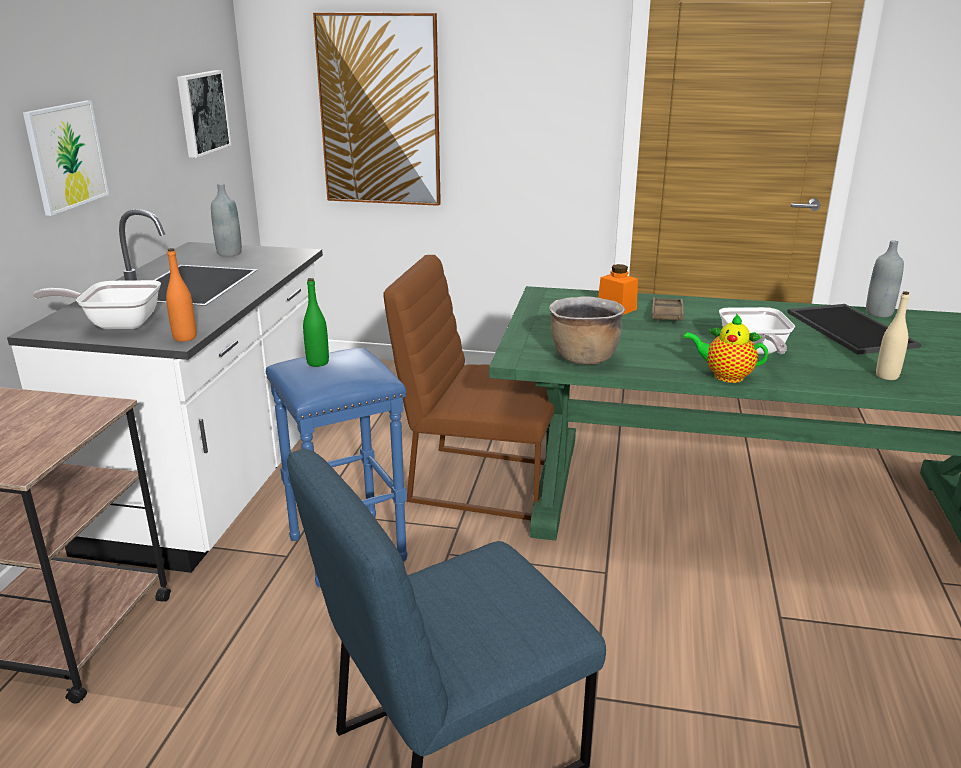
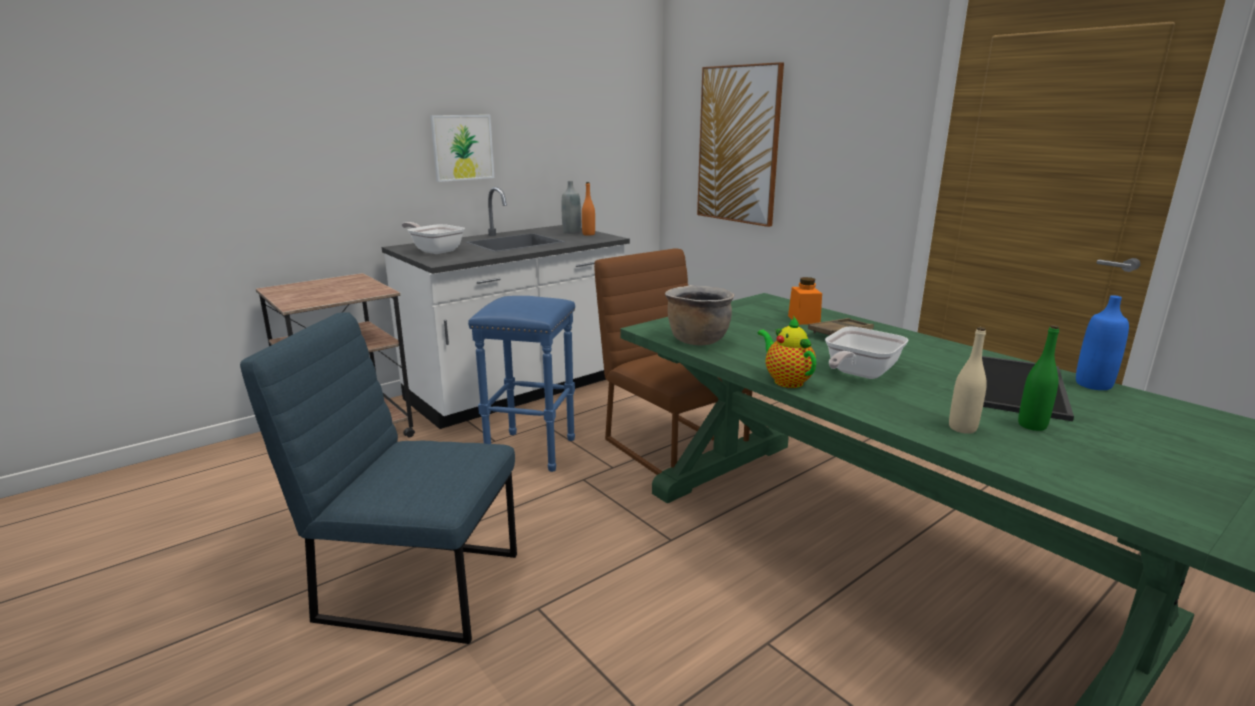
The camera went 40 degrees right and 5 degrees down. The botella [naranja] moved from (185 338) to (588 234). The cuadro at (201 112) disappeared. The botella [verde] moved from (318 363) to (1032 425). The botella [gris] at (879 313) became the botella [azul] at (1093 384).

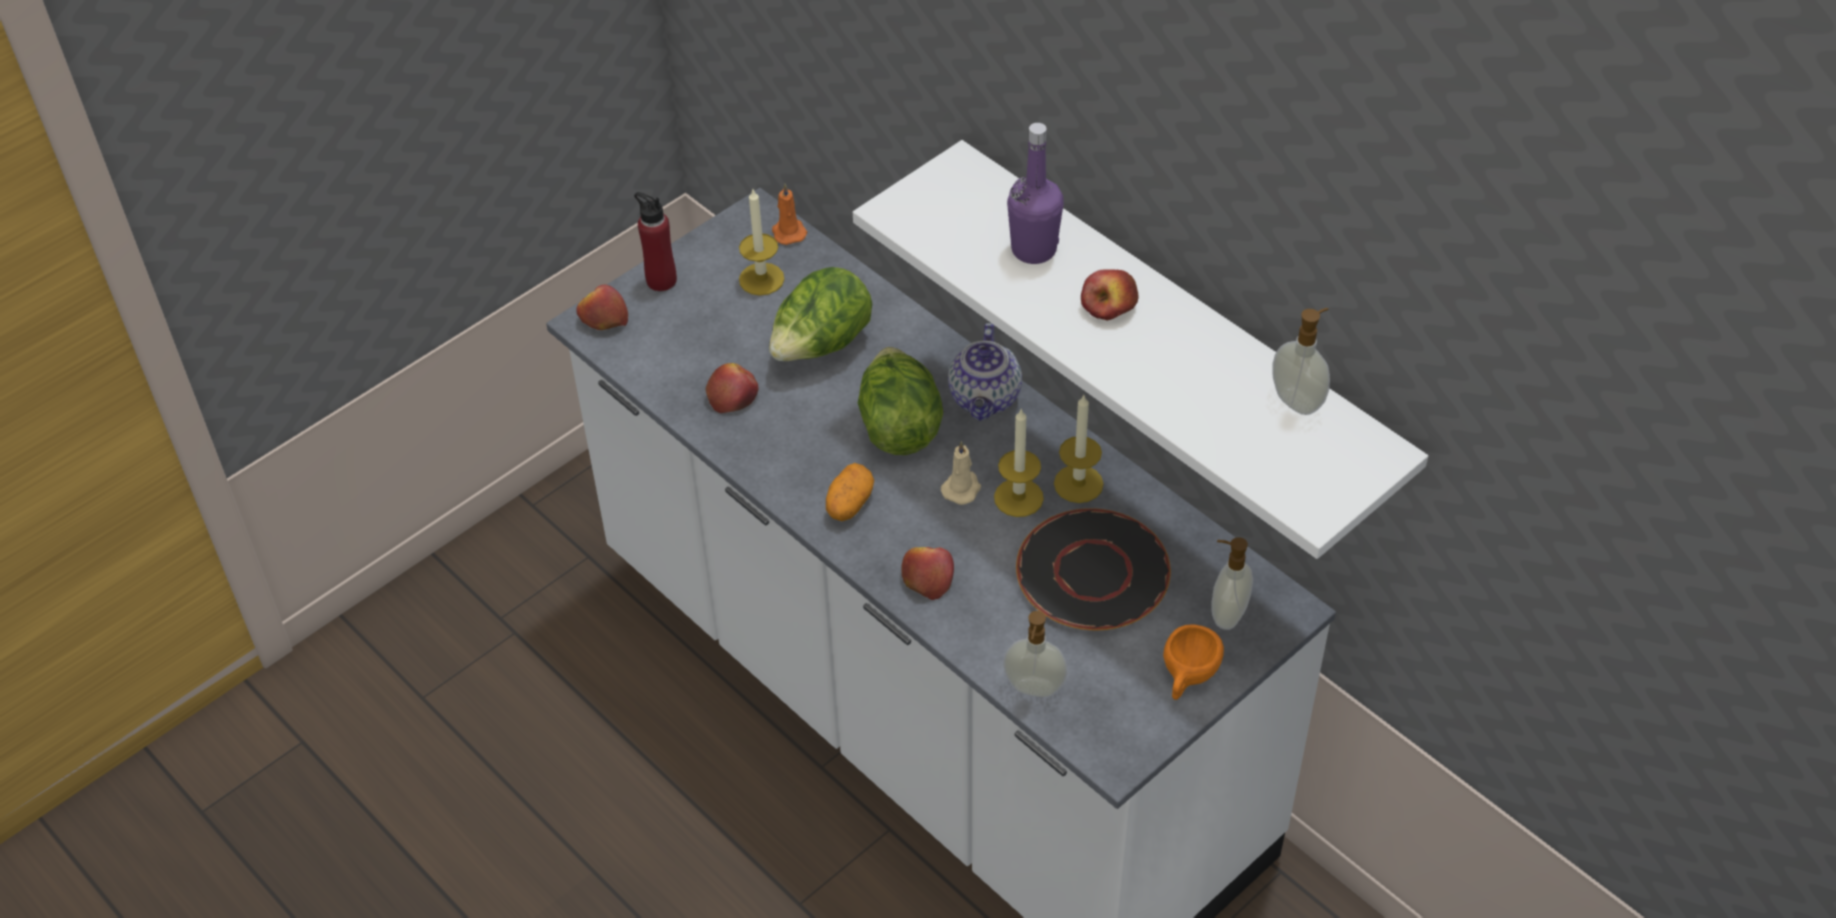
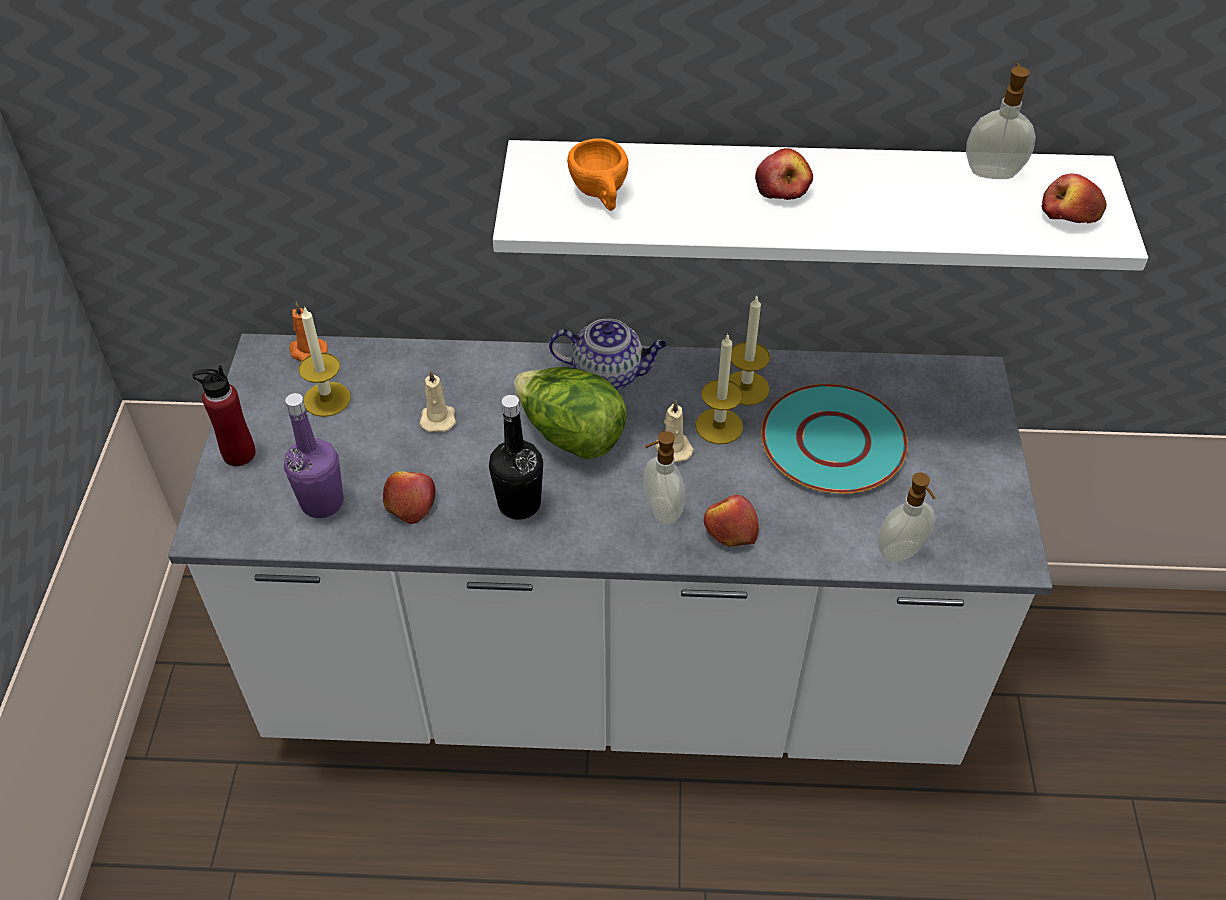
The camera went 45 degrees left and 0 degrees up. The manzana moved from (603 318) to (1069 215). The lechuga at (821 346) was replaced by the vela [beis] at (438 417). The patata at (849 503) disappeared. The tetera at (985 399) turned 45 degrees counterclockwise. The botella [morado] moved from (1033 249) to (322 502). The plato [negro] at (1093 572) became the plato [turquesa] at (833 440). The taza [naranja] moved from (1187 677) to (601 195). The dispensador de jabón moved from (1227 614) to (661 511). The botella [negro] at (519 504) appeared.

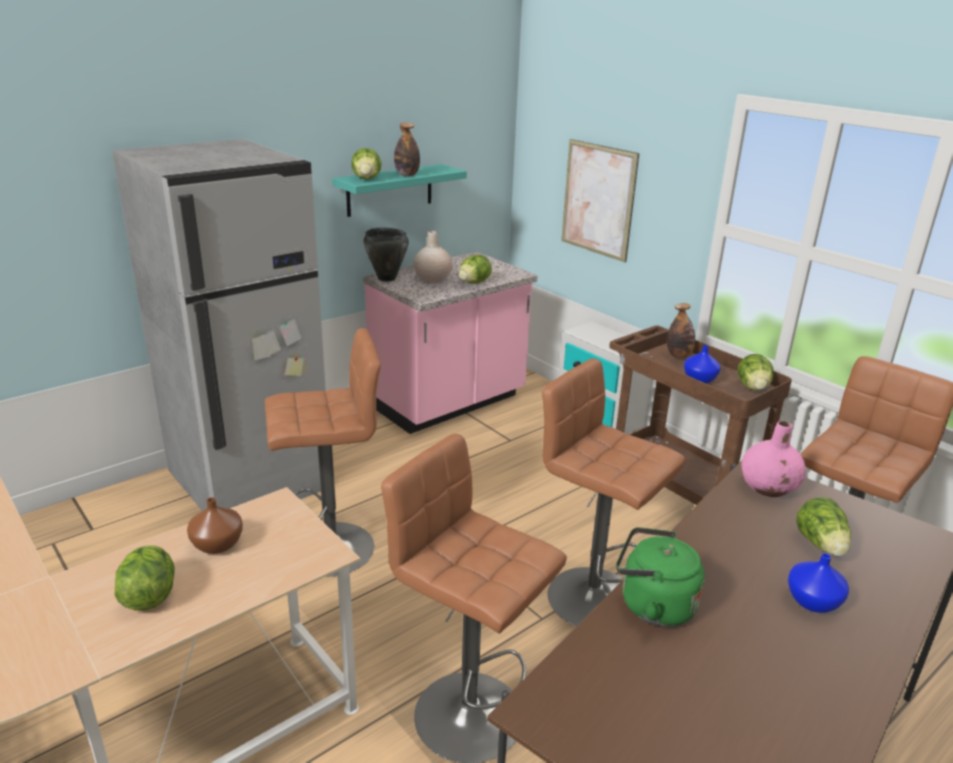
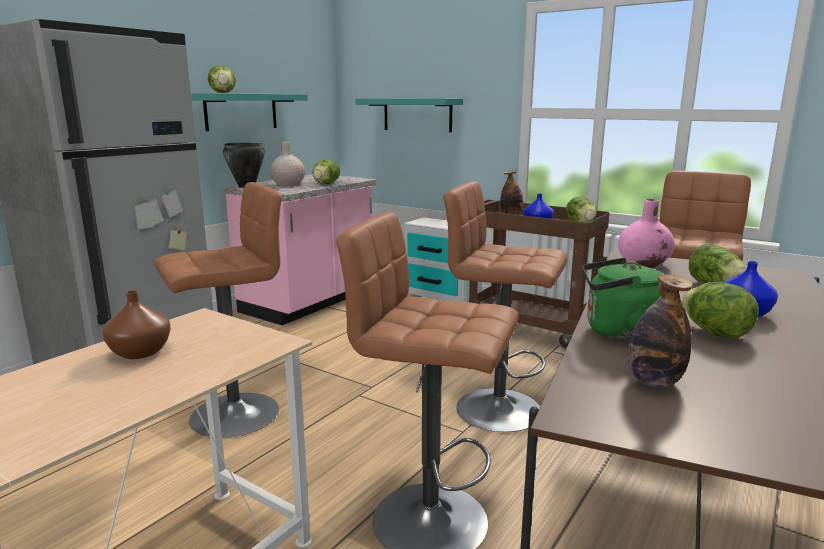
The camera went 15 degrees left and 10 degrees down. The lechuga moved from (149 596) to (715 333). The botella moved from (407 175) to (654 382). The cuadro at (598 200) was replaced by the estante [turquesa] at (417 115).

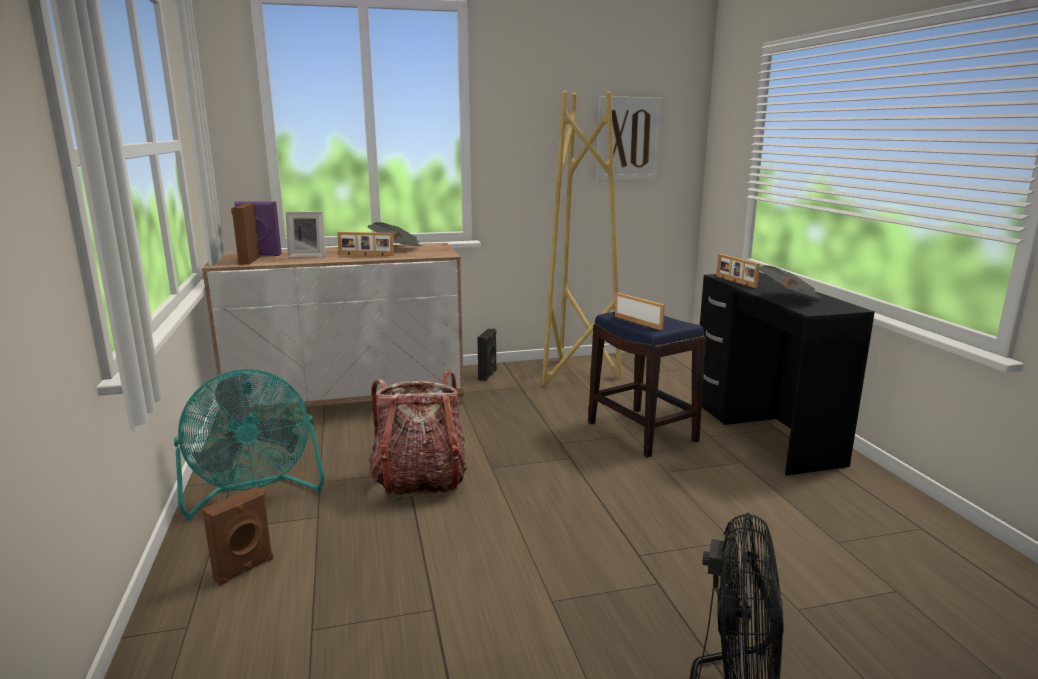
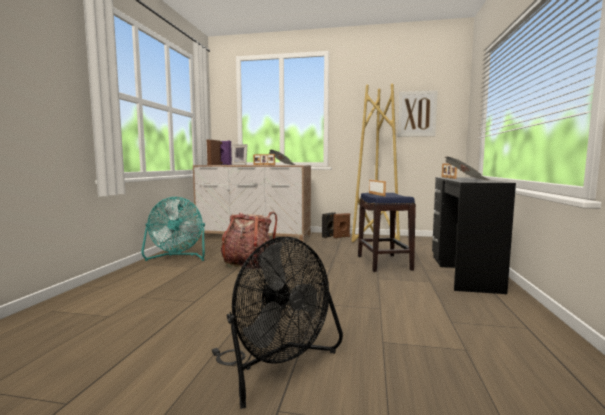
The camera went 25 degrees right and 10 degrees down. The altavoz [marrón] moved from (245 570) to (341 237).

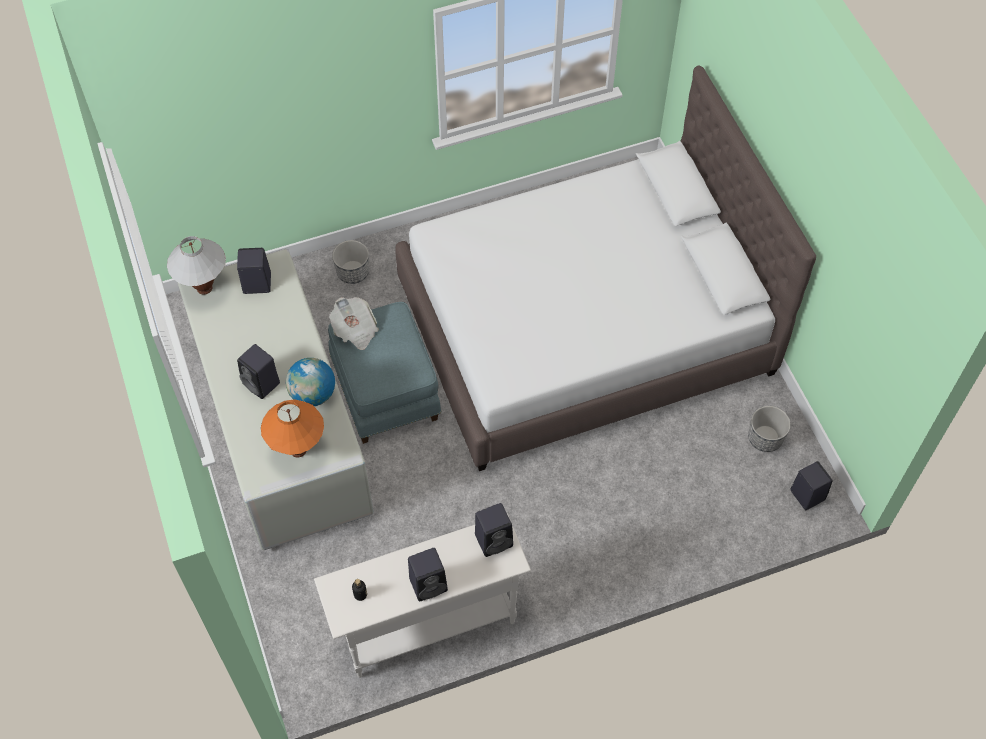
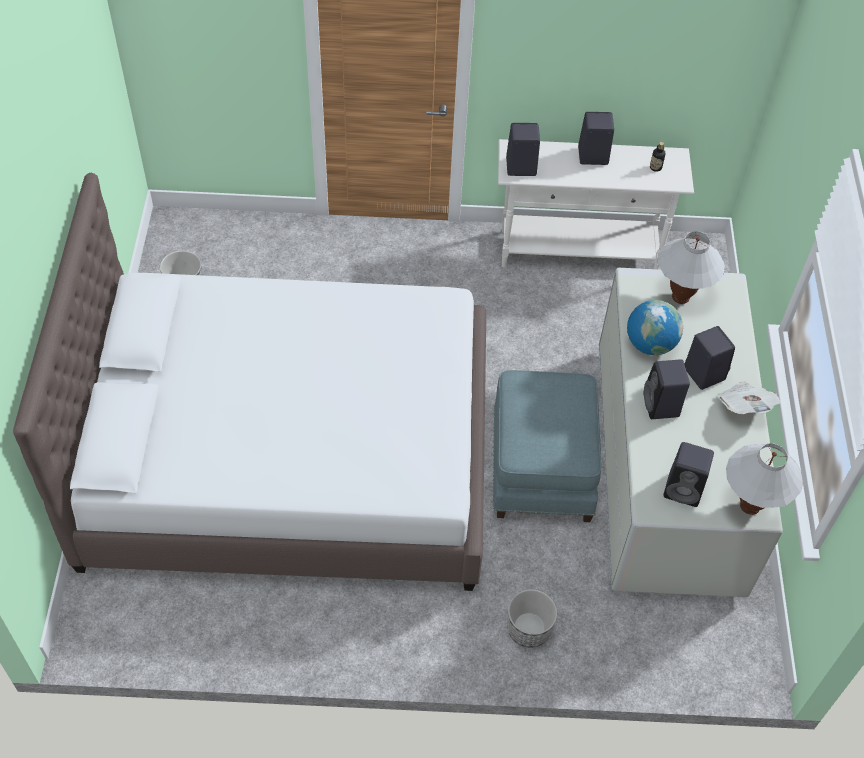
The camera went 160 degrees left and 5 degrees down. The lámpara de mesa [naranja] at (298 450) became the lámpara de mesa [blanco] at (680 298). The periódico moved from (355 330) to (744 407). The altavoz [negro] moved from (806 494) to (661 406).

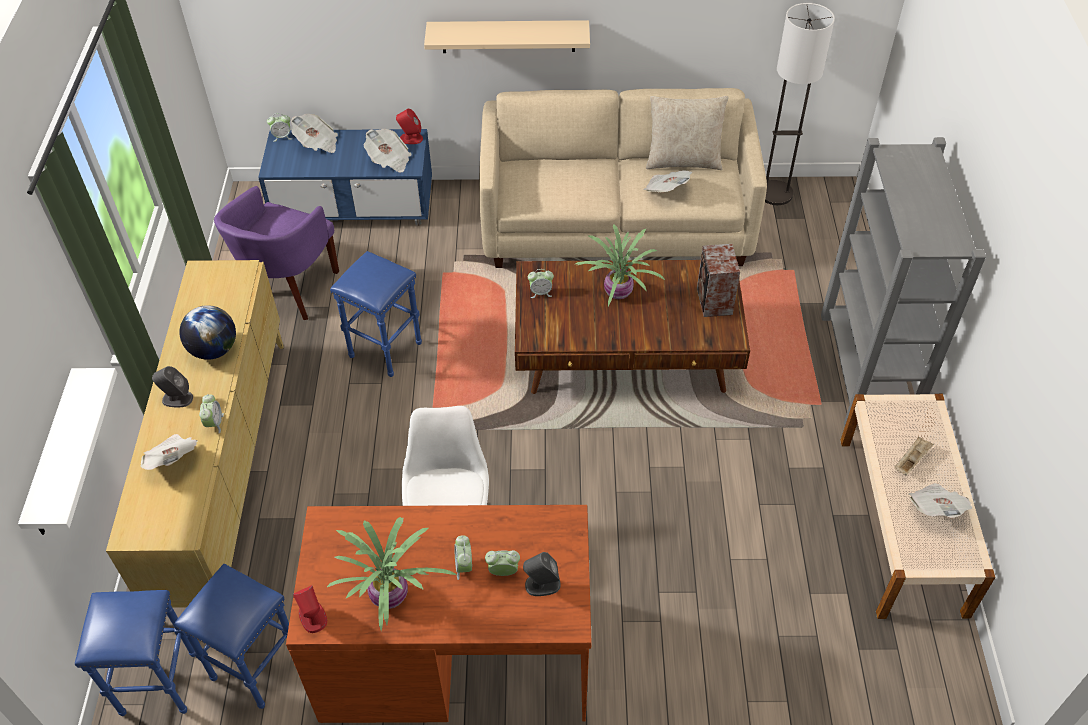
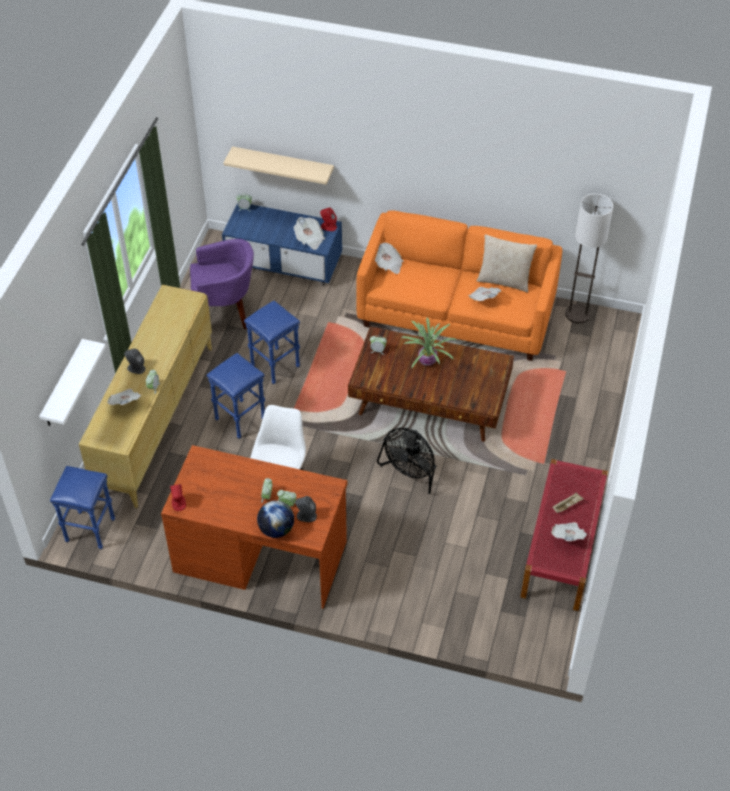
The camera went 15 degrees right and 0 degrees up. The taburete [azul] moved from (256 665) to (240 417). The globo terráqueo moved from (214 350) to (276 529). The sillón [morado] at (288 288) turned 135 degrees counterclockwise. The periódico moved from (317 143) to (388 264). The planta en maceta at (391 597) disappeared. The estante [beis] moved from (508 36) to (283 164). The sofá [beis] at (616 225) became the sofá [naranja] at (456 313). The altavoz at (714 302) disappeared. The estantería [gris] at (866 370) disappeared. The banco [beis] at (902 524) became the banco [rojo] at (562 548). The ventilador [negro] at (410 470) appeared.

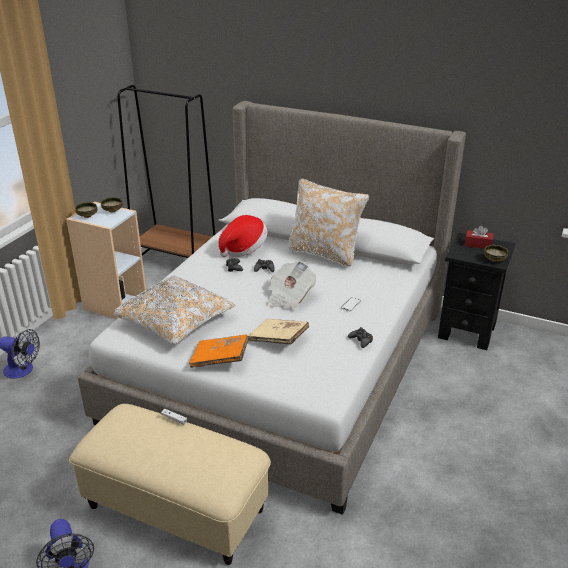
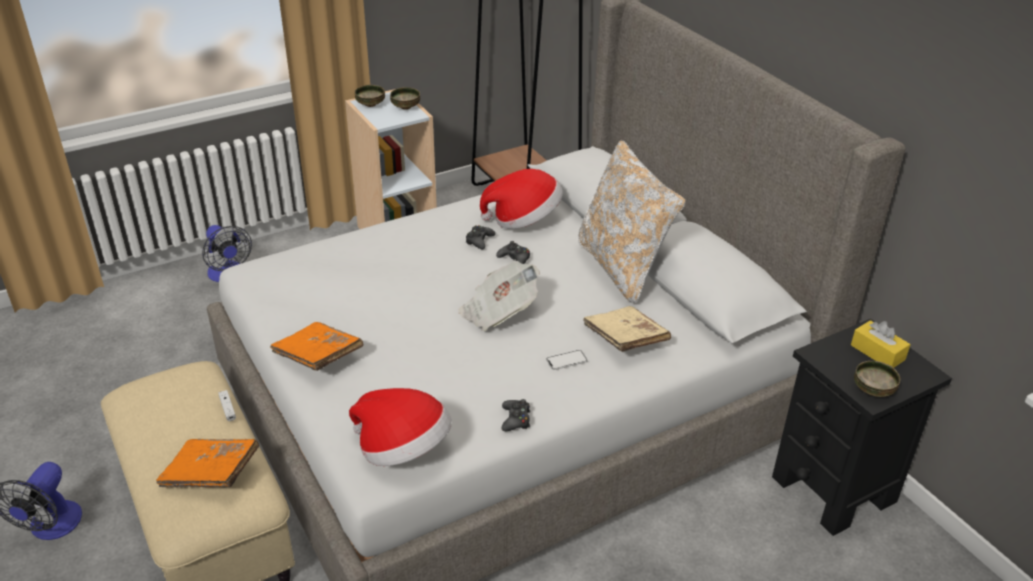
The camera went 35 degrees right and 5 degrees up. The cojín [blanco] at (175 320) disappeared. The libro [beis] moved from (278 339) to (625 339). The caja de pañuelos [rojo] at (478 244) became the caja de pañuelos [amarillo] at (877 352). The libro [naranja] at (211 474) appeared. The sombrero at (403 450) appeared.

